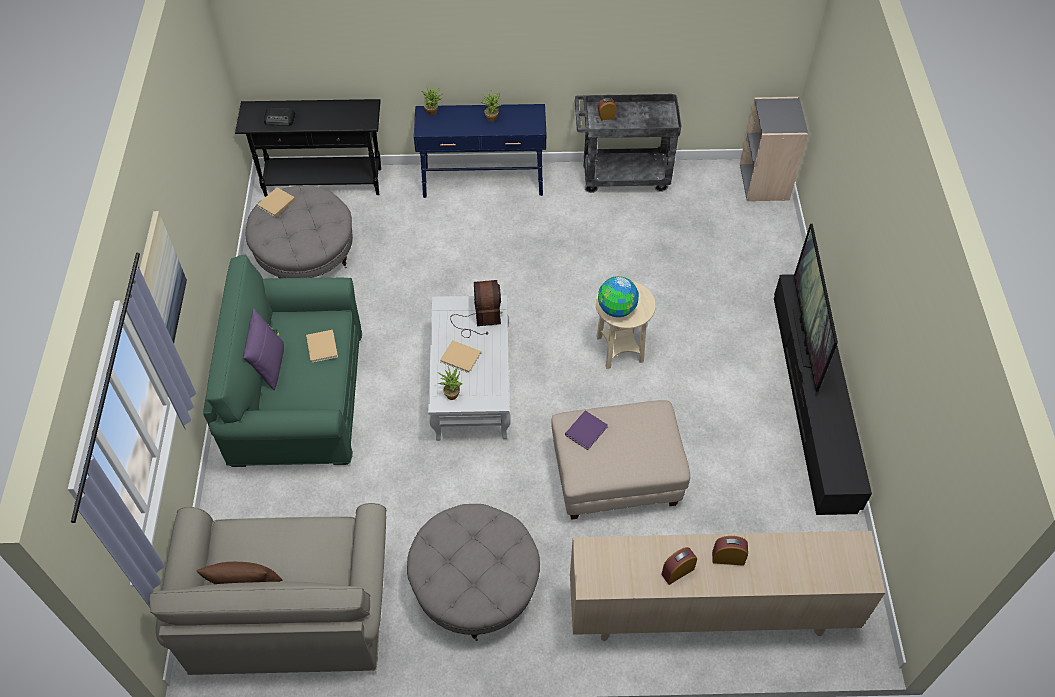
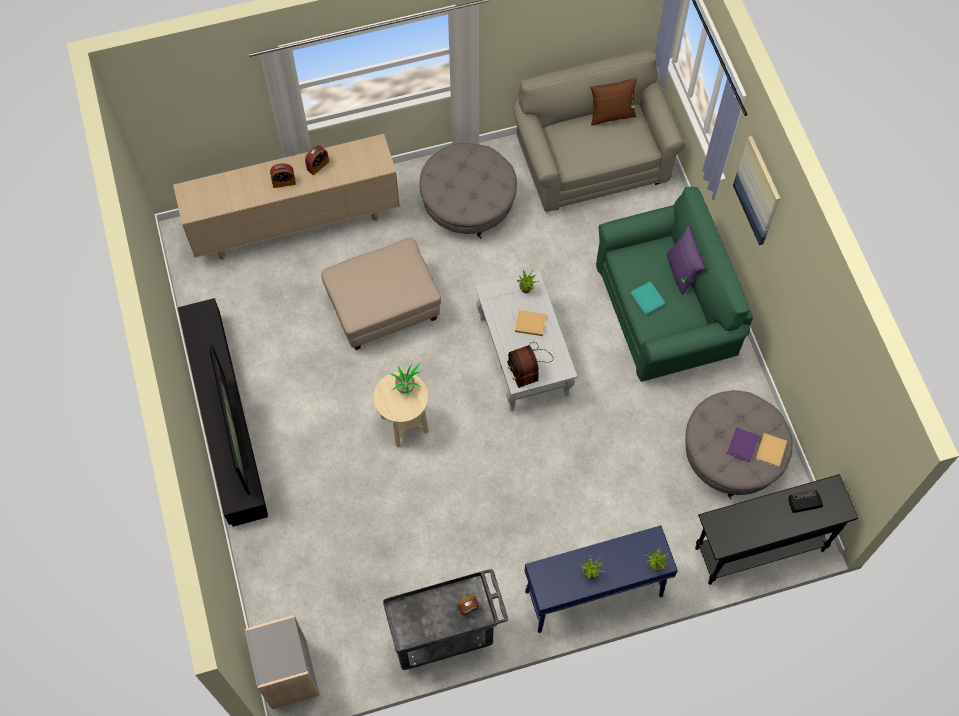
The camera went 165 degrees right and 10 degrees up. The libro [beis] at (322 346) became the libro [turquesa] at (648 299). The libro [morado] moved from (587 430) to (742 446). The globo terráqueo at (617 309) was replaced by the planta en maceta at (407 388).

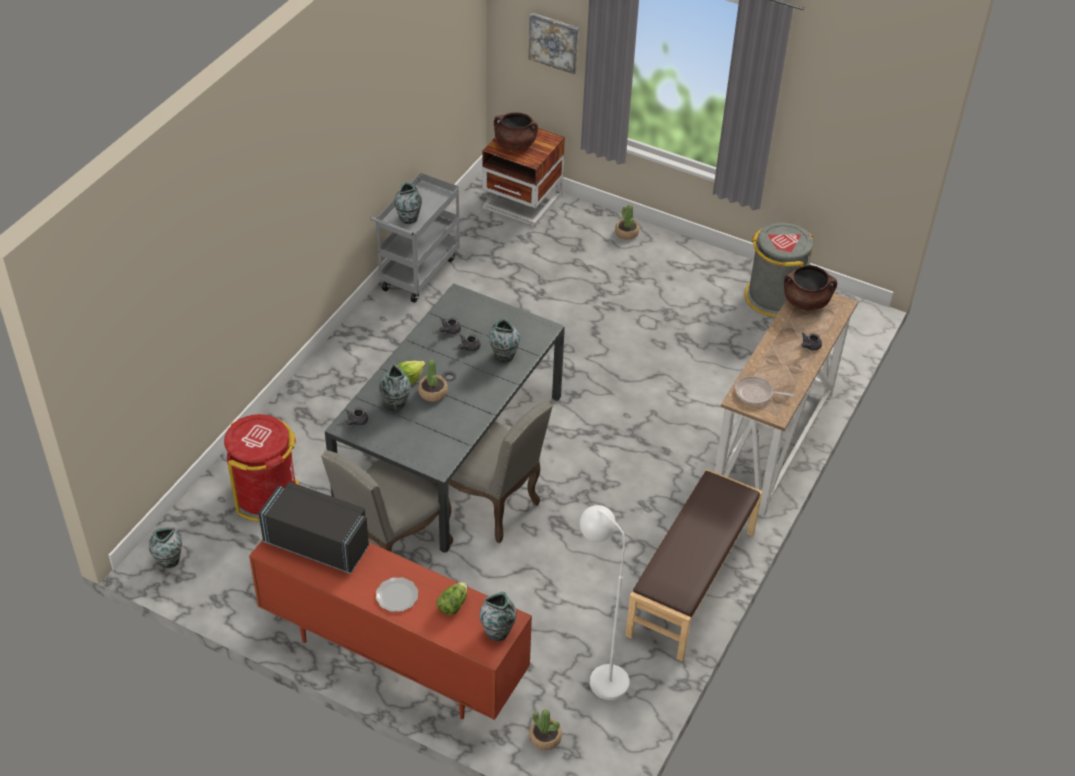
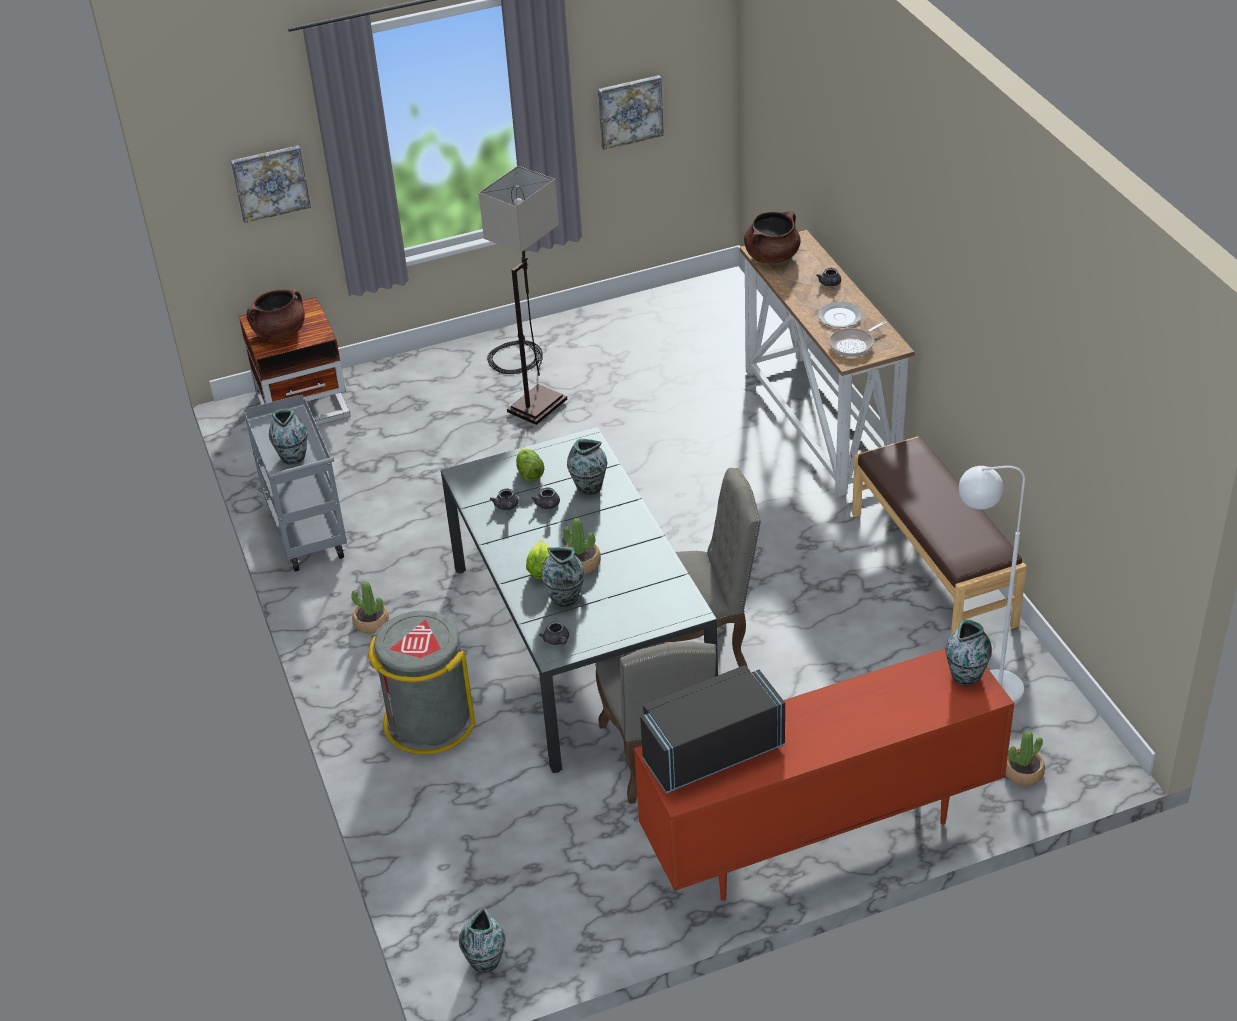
The camera went 45 degrees left and 5 degrees down. The papelera [rojo] at (266 495) disappeared. The plato moved from (396 596) to (840 317). The lechuga moved from (452 604) to (529 472). The planta en maceta moved from (626 233) to (371 623). The papelera [gris] moved from (774 296) to (428 721). The lámpara de pie at (526 380) appeared. The cuadro at (630 111) appeared.

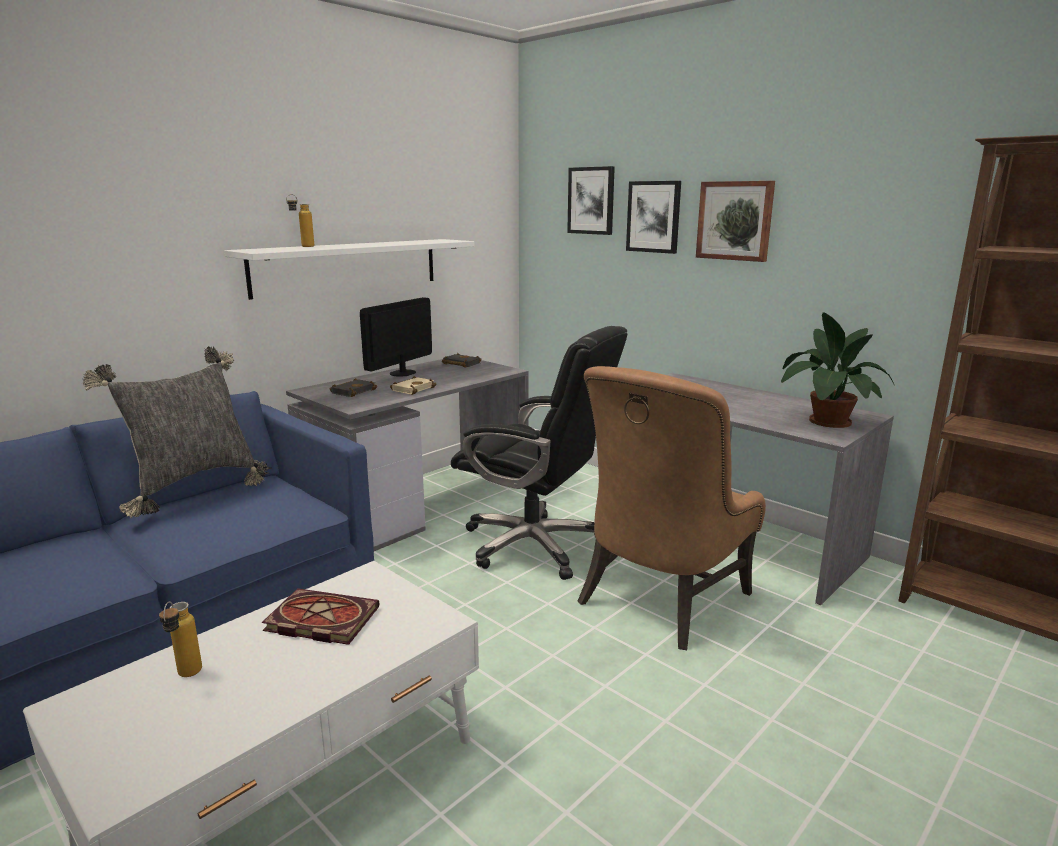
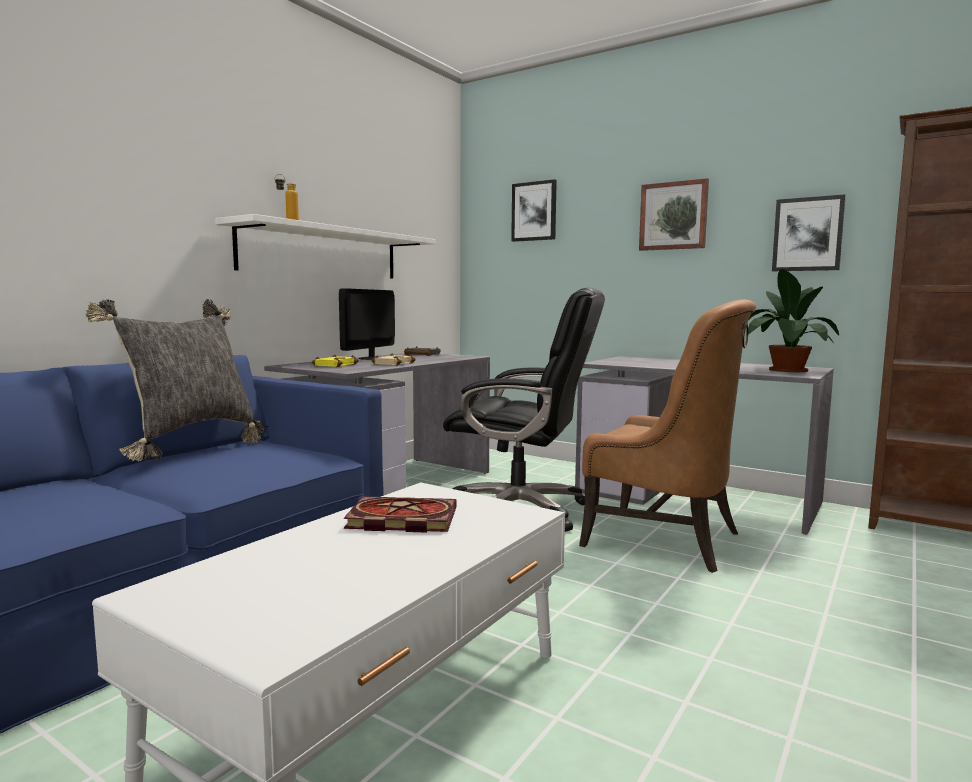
The camera went 10 degrees left and 10 degrees down. The botella at (186 677) disappeared. The libro [negro] at (353 391) became the libro [amarillo] at (334 365). The silla [marrón] at (661 598) turned 90 degrees counterclockwise. The cuadro moved from (653 217) to (808 234).

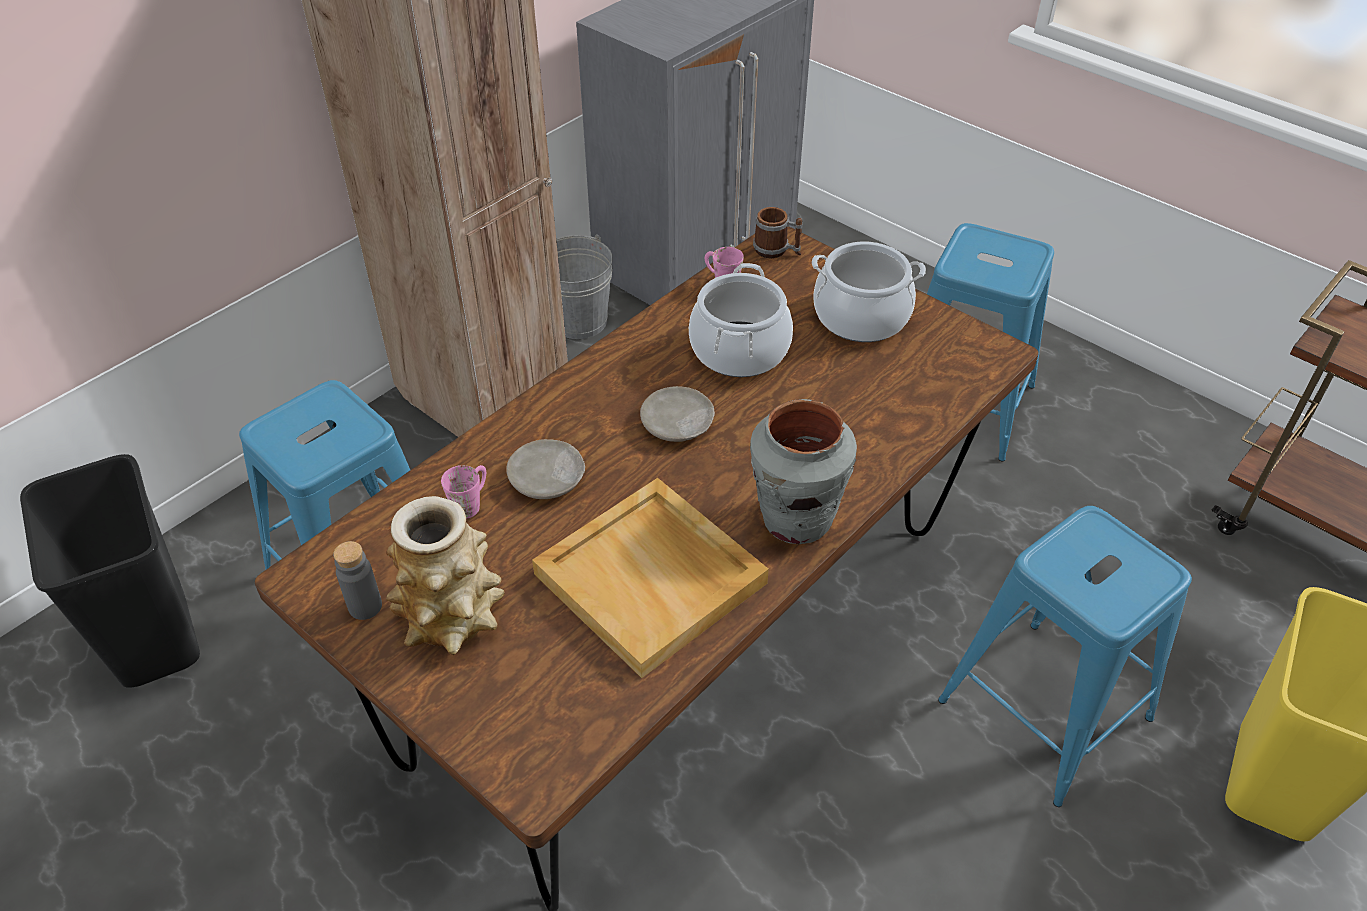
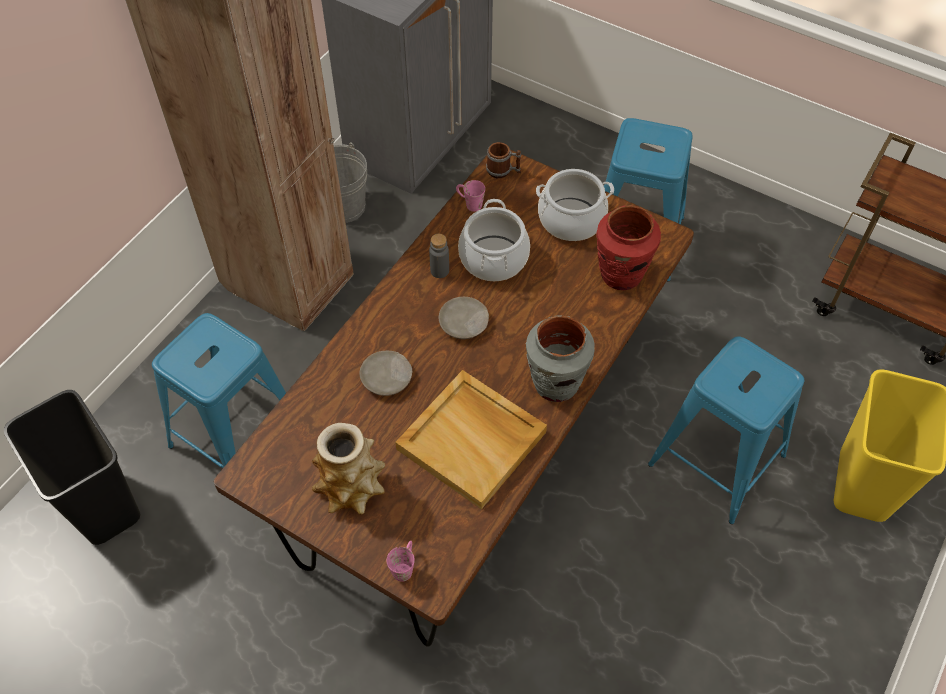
The camera went 10 degrees left and 10 degrees up. The botella [gris] moved from (365 606) to (439 270). The taza grande [rosa] moved from (471 502) to (404 566). The florero [rojo] at (621 275) appeared.

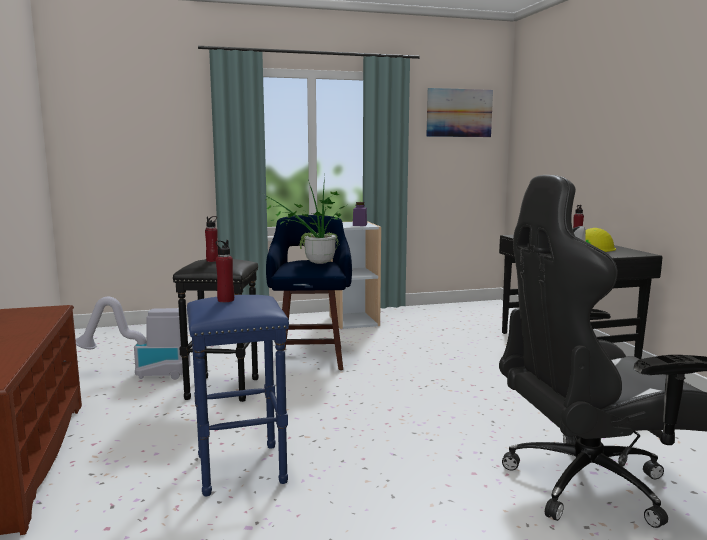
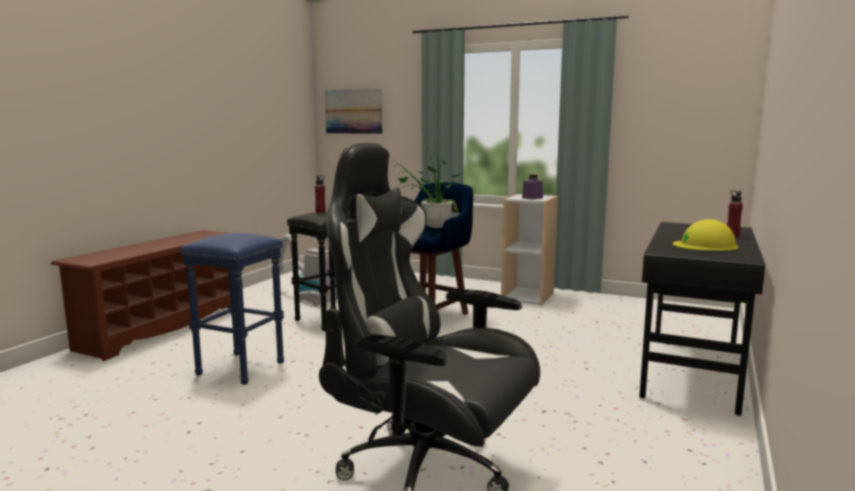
The camera went 40 degrees right and 0 degrees up. The botella [rojo] at (225 300) disappeared. The cuadro moved from (459 113) to (353 111).

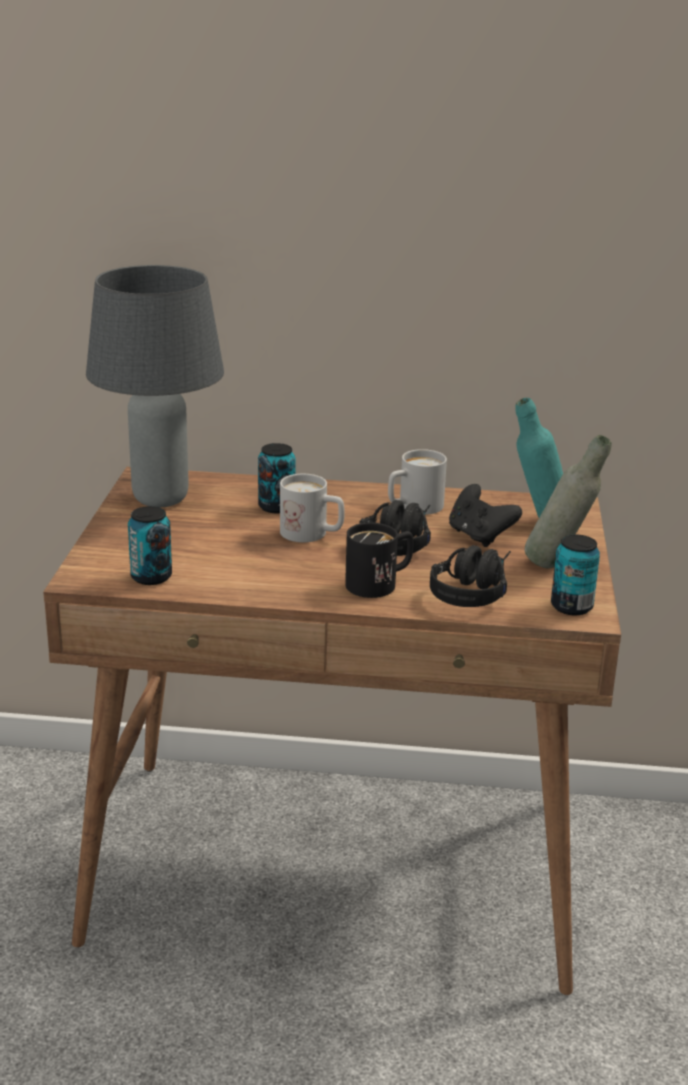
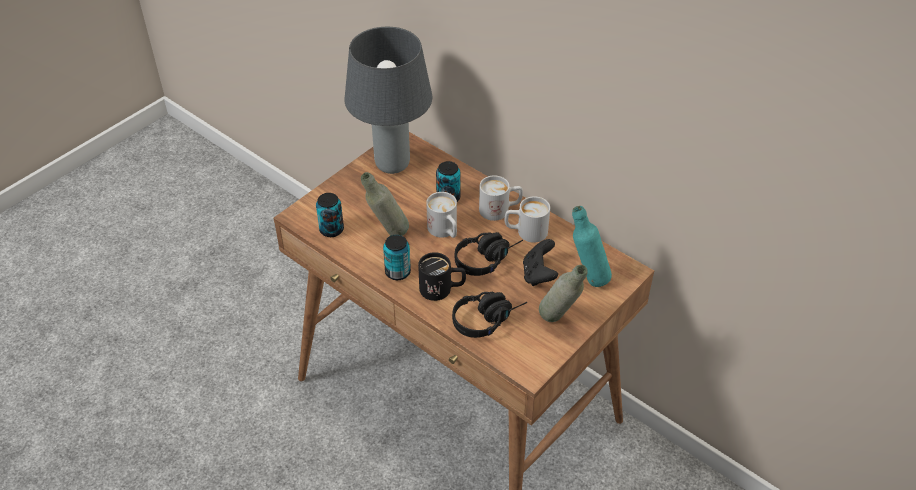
The camera went 35 degrees right and 20 degrees up. The lata moved from (571 606) to (397 272). The botella [gris] at (387 235) appeared. The taza grande [blanco] at (500 210) appeared.

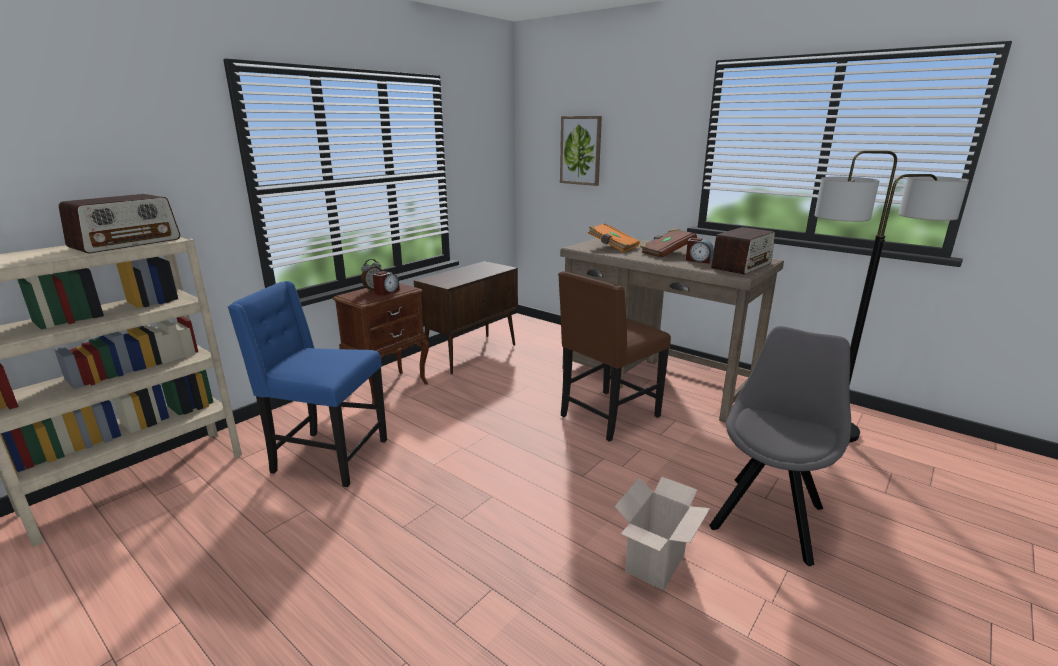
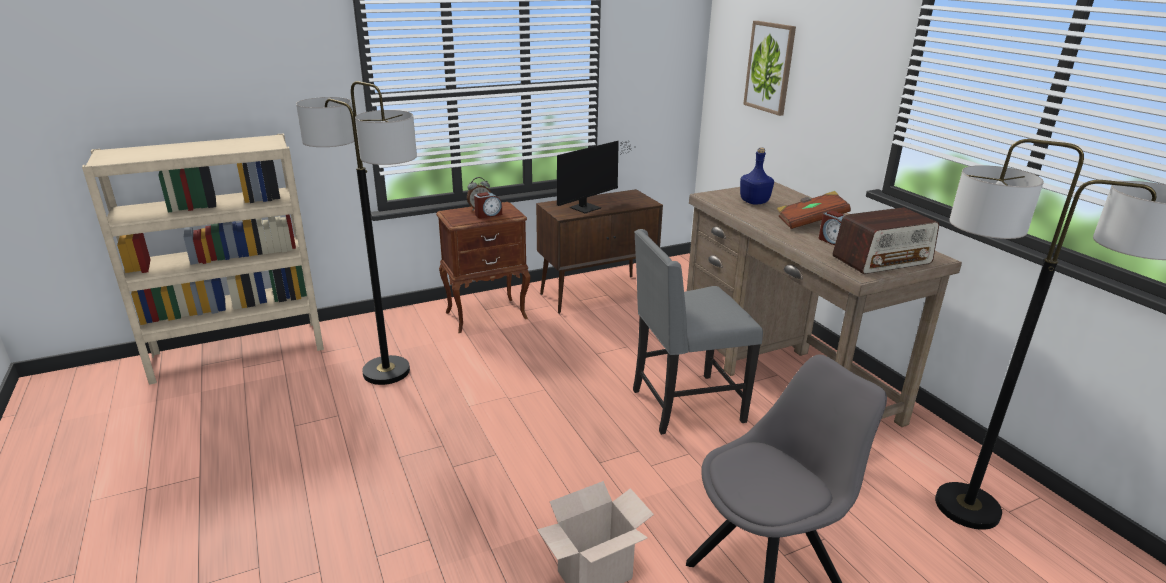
The camera went 25 degrees right and 5 degrees up. The radio at (127 243) disappeared. The silla [azul] at (327 457) was replaced by the lámpara de pie at (386 371). The silla [marrón] at (607 416) became the silla [gris] at (684 406). The libro [naranja] at (612 247) was replaced by the botella [azul] at (753 202). The monitor at (589 207) appeared.

